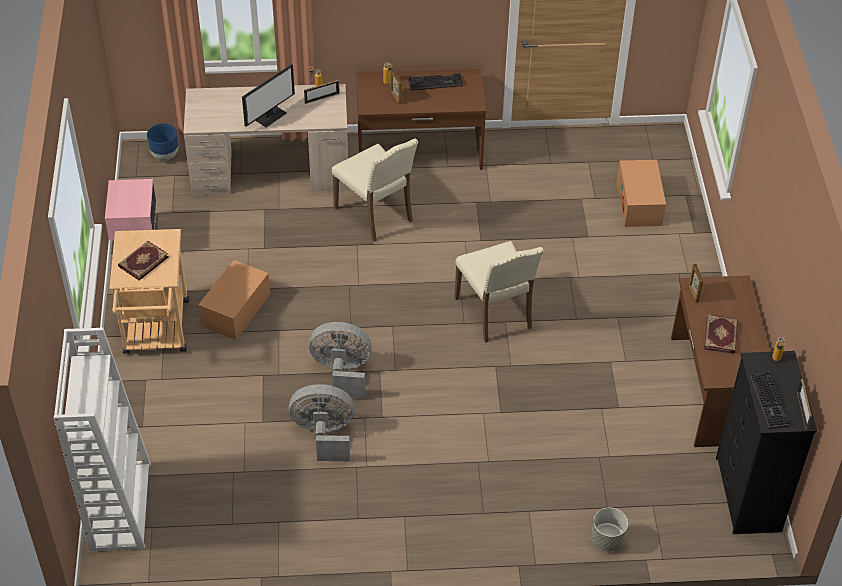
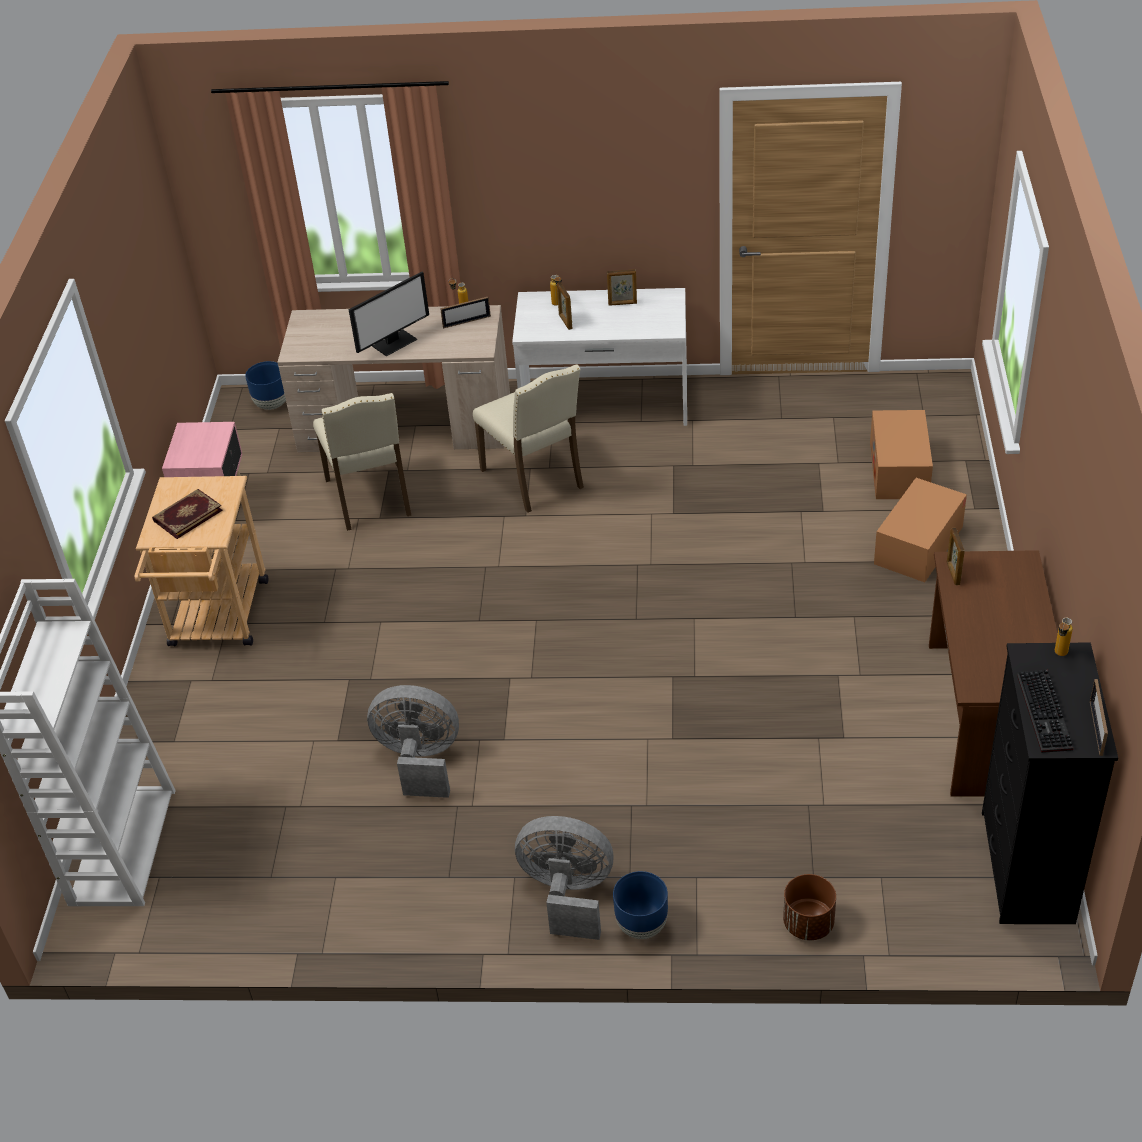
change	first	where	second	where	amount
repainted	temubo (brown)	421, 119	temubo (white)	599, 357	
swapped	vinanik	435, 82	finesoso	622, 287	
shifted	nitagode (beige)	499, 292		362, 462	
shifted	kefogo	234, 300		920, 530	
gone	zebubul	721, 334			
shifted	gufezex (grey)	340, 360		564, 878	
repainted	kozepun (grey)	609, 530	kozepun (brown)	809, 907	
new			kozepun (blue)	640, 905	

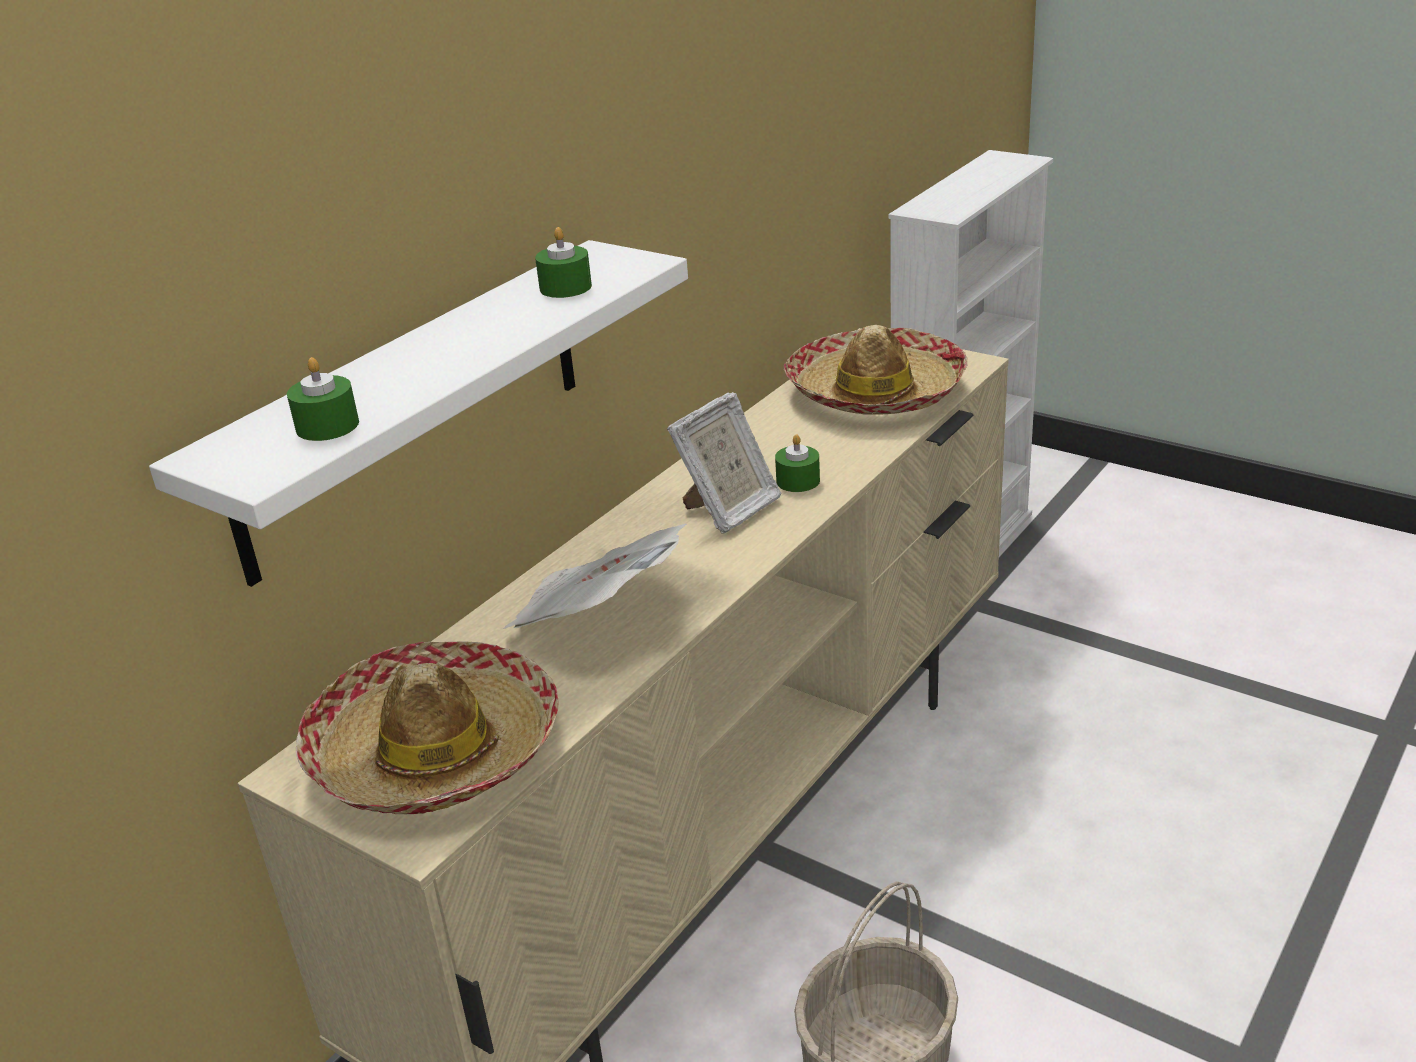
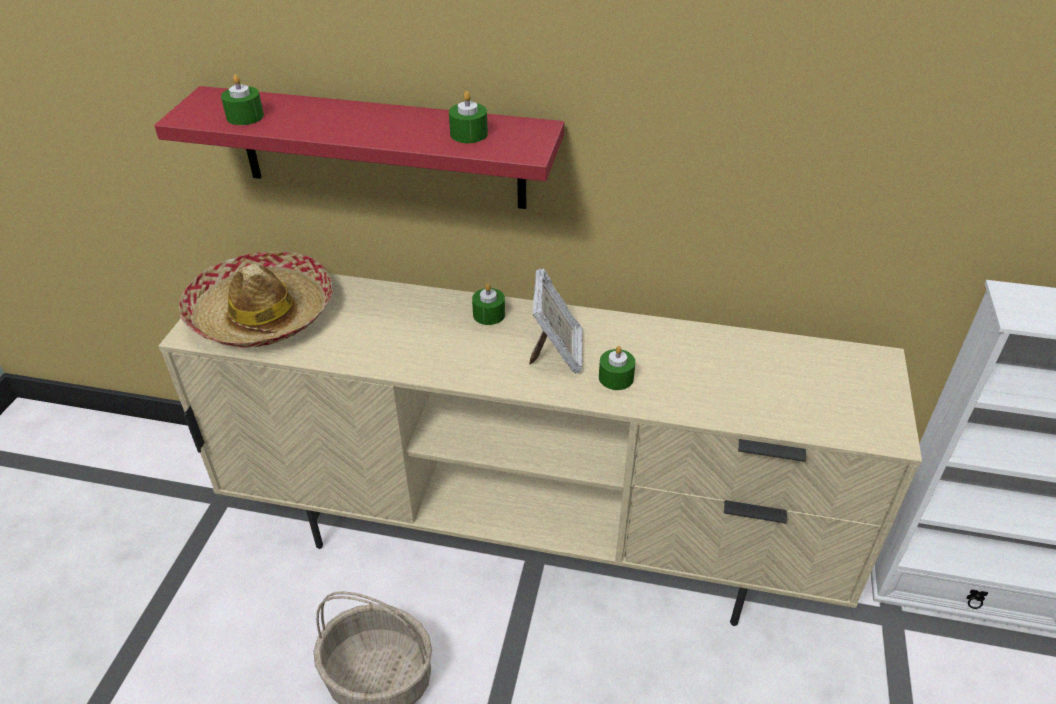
change	first	where	second	where	amount
repainted	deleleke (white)	418, 413	deleleke (red)	359, 147	
gone	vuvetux	875, 370			
rotated	finesoso	724, 462		556, 321	105 degrees counterclockwise
gone	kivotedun	595, 576			
new			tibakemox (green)	488, 304	

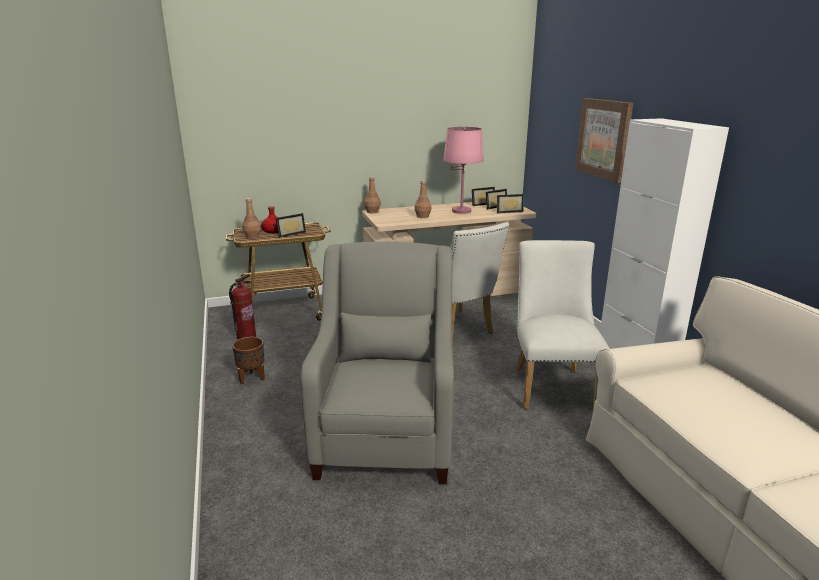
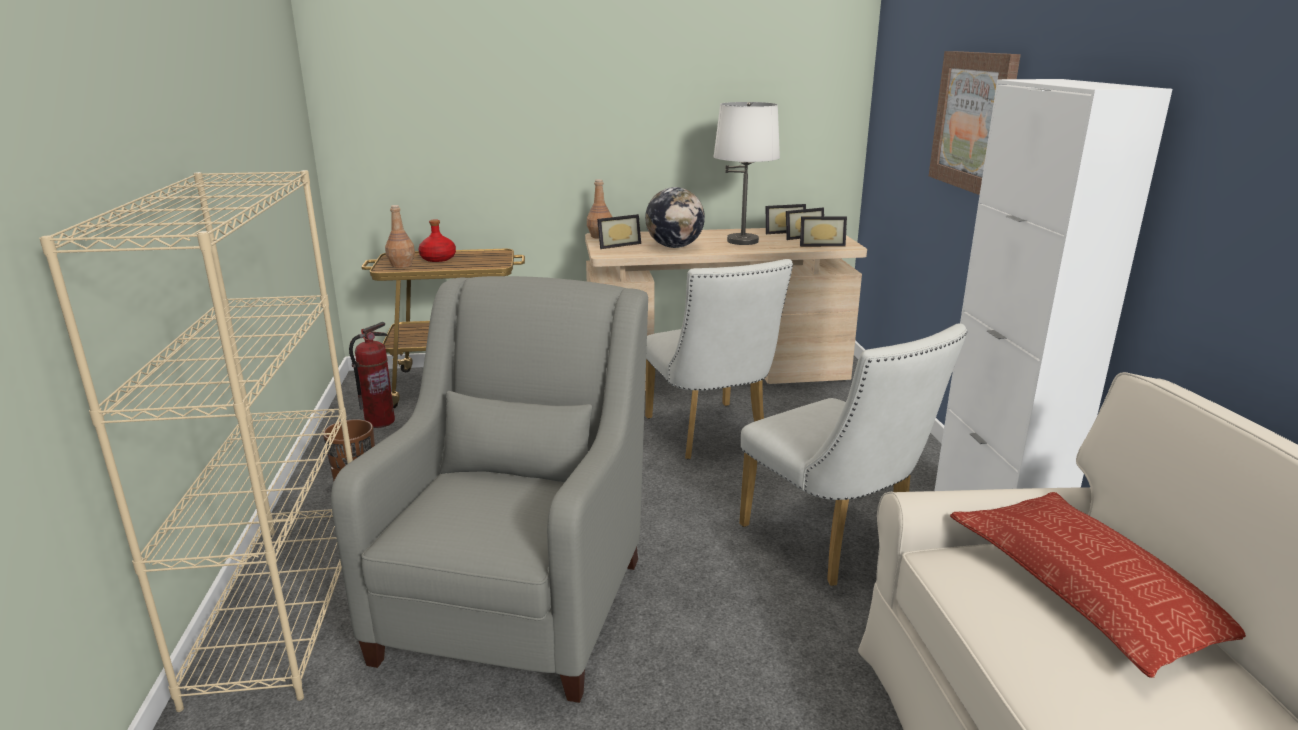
change	first	where	second	where	amount
repainted	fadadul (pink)	463, 170	fadadul (white)	746, 173	
swapped	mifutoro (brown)	423, 199	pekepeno	675, 217	
shifted	finesoso	291, 225		619, 231	
rotated	nitagode (white)	562, 324		853, 455	135 degrees clockwise
new			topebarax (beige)	196, 441	
new			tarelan	1098, 585	

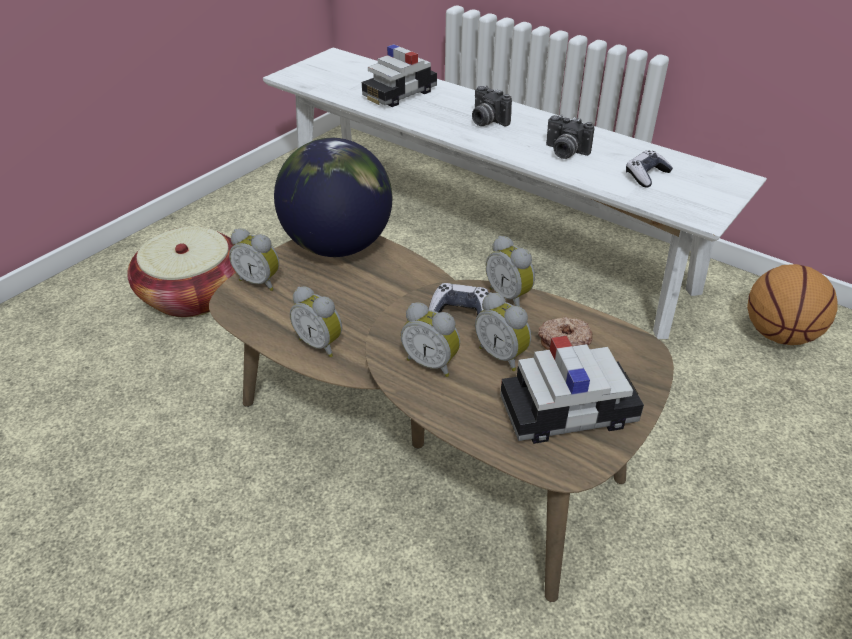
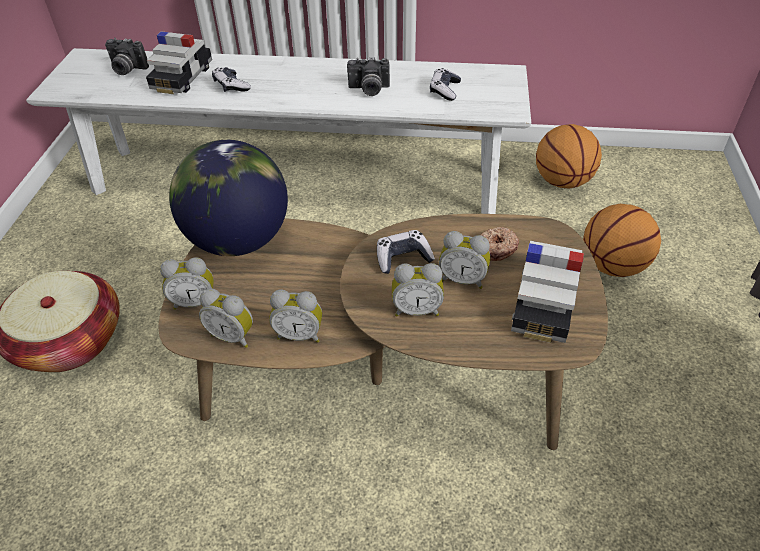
change	first	where	second	where	amount
shifted	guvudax	492, 106		127, 56	
shifted	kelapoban	510, 271		226, 318	
rotated	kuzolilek	572, 390		547, 292	150 degrees clockwise
new			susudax	231, 79	
new			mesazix	622, 240	

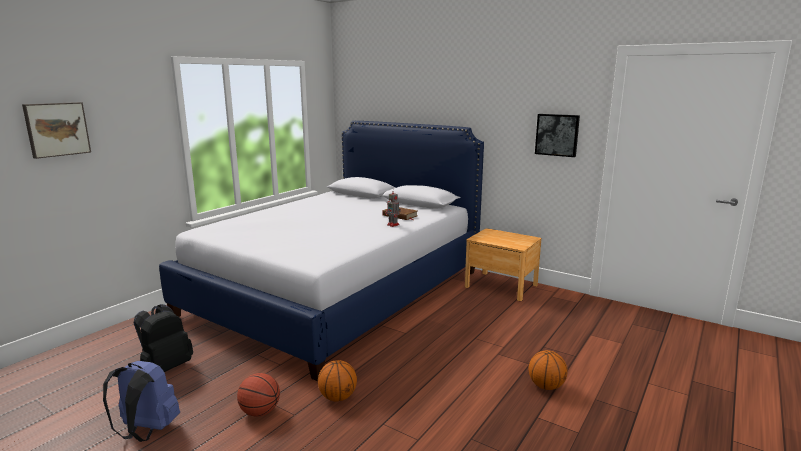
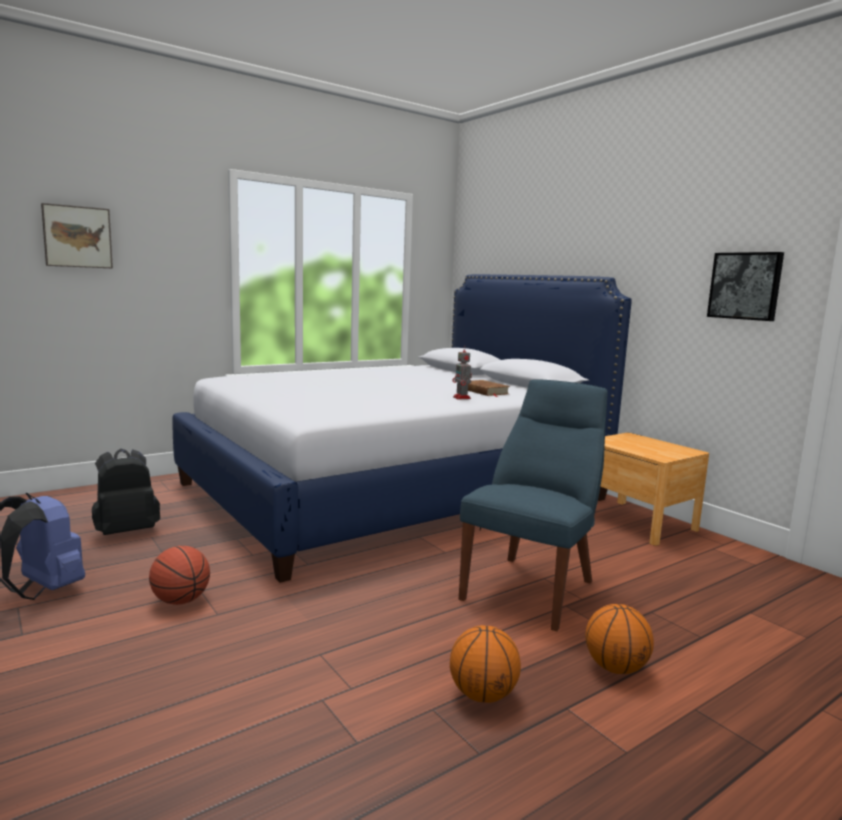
change	first	where	second	where	amount
shifted	mesazix	337, 381		485, 664	
new			nitagode (blue)	533, 505	

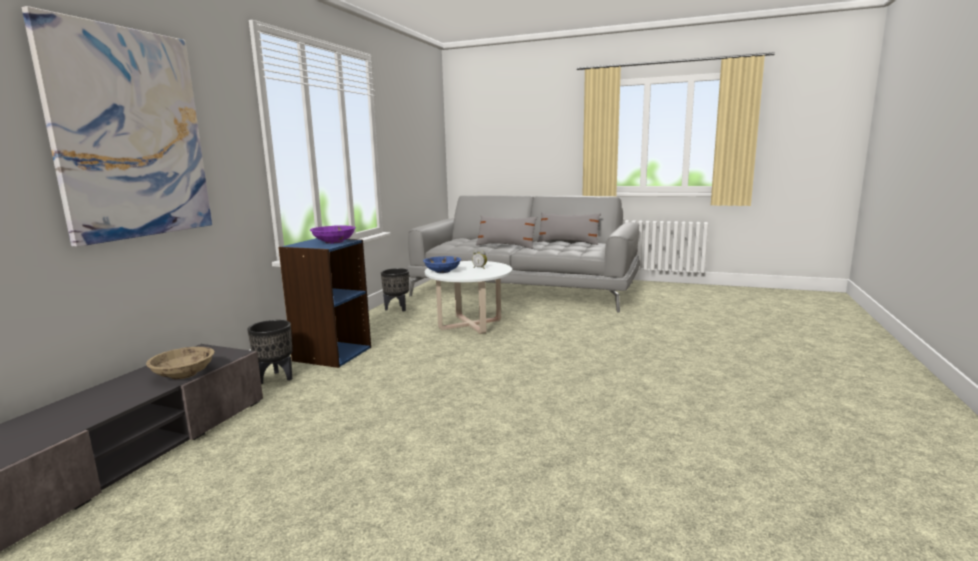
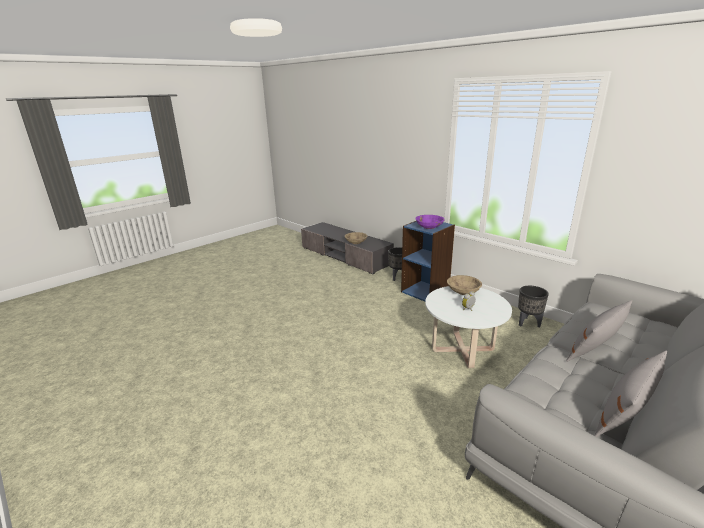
change	first	where	second	where	amount
gone	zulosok	117, 126			
repainted	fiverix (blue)	442, 264	fiverix (beige)	464, 285	

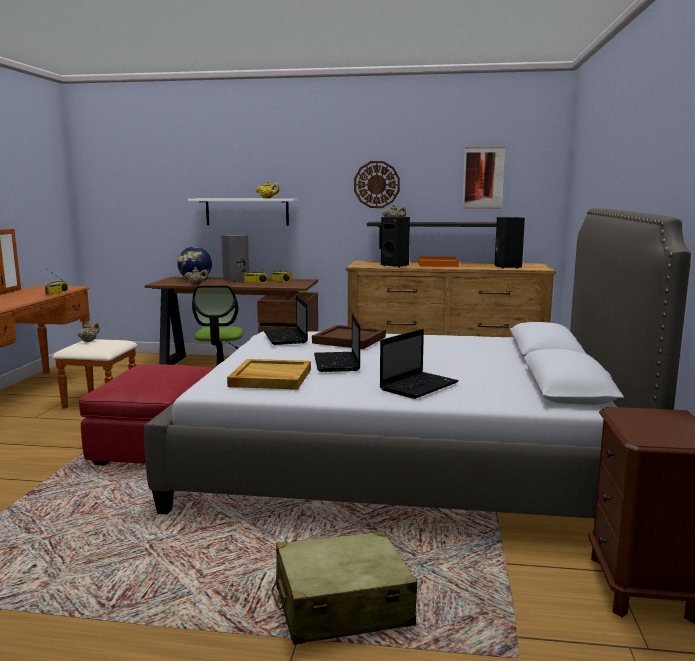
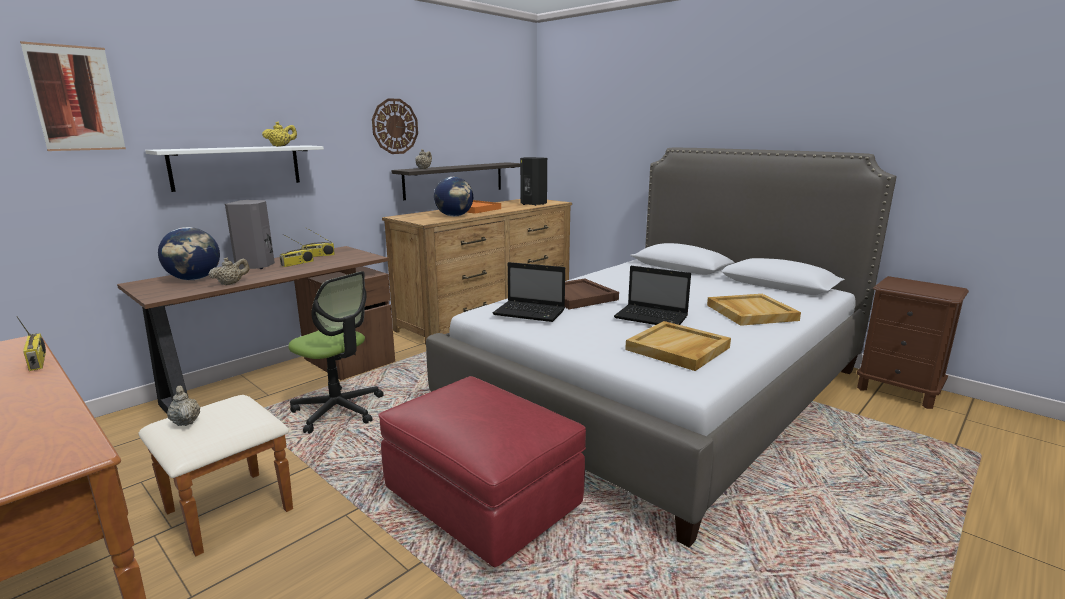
change	first	where	second	where	amount
shifted	zulosok	484, 178		73, 96	
swapped	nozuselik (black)	395, 242	pekepeno	453, 197	
swapped	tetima	419, 364	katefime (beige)	754, 310	
gone	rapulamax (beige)	344, 588			

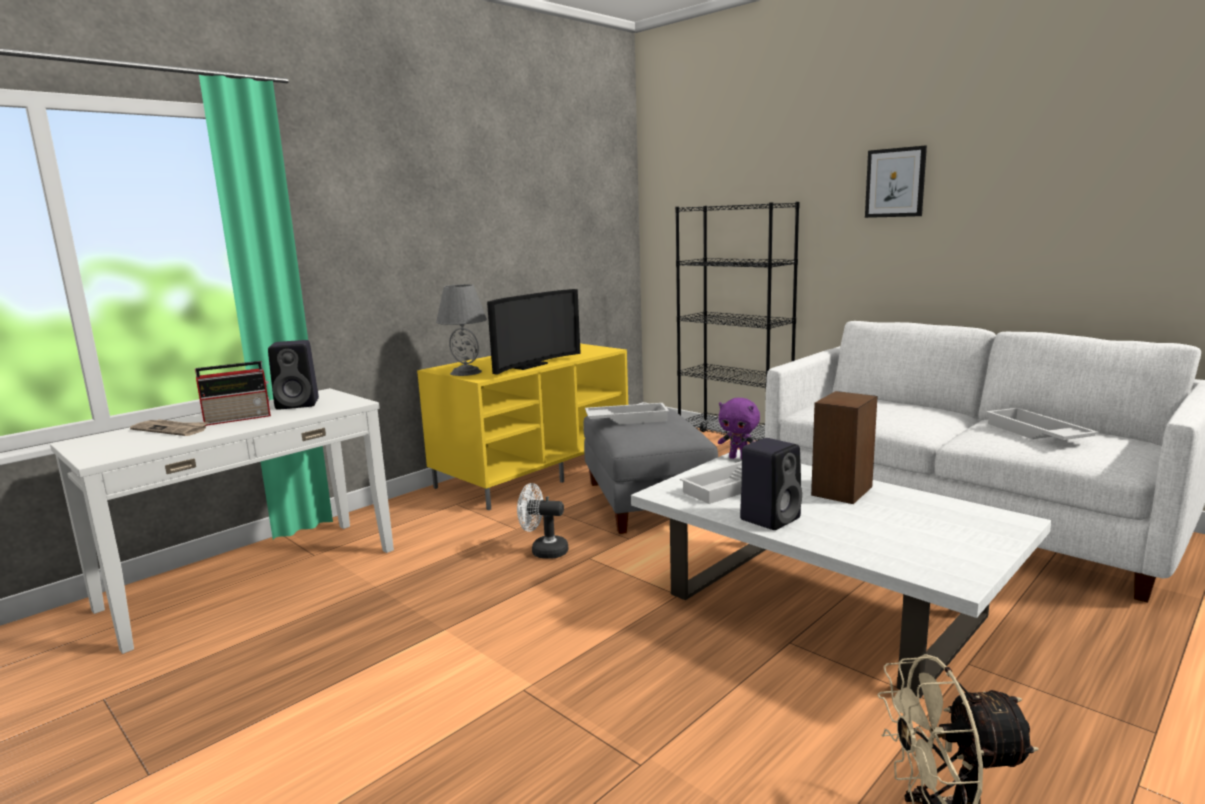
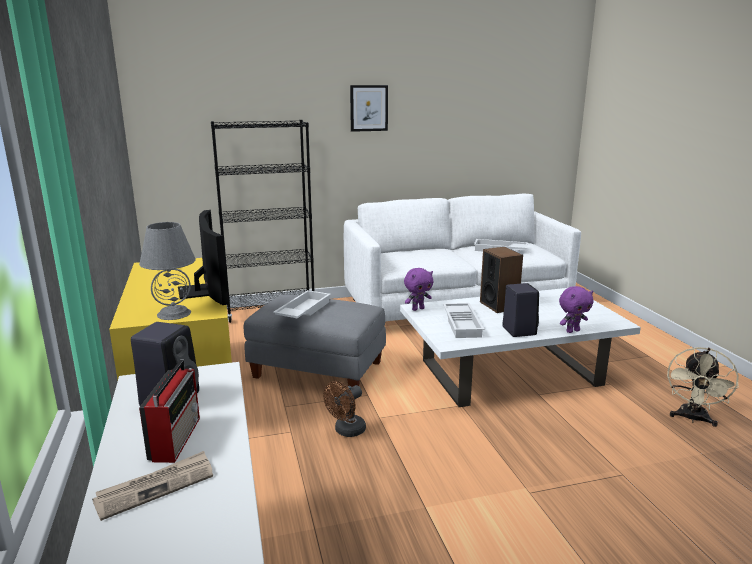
change	first	where	second	where	amount
repainted	gufezex (white)	543, 521	gufezex (brown)	344, 409	
new			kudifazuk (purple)	576, 309	

